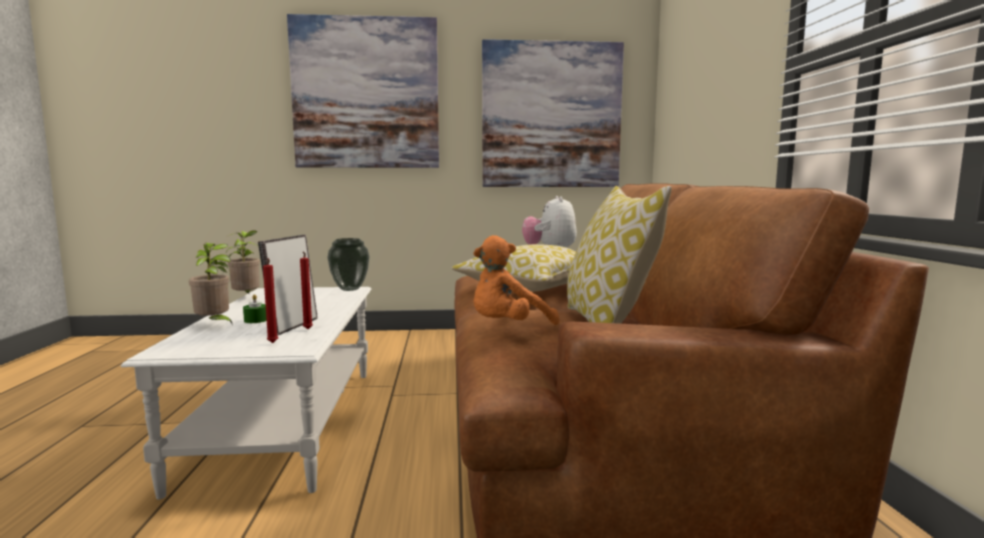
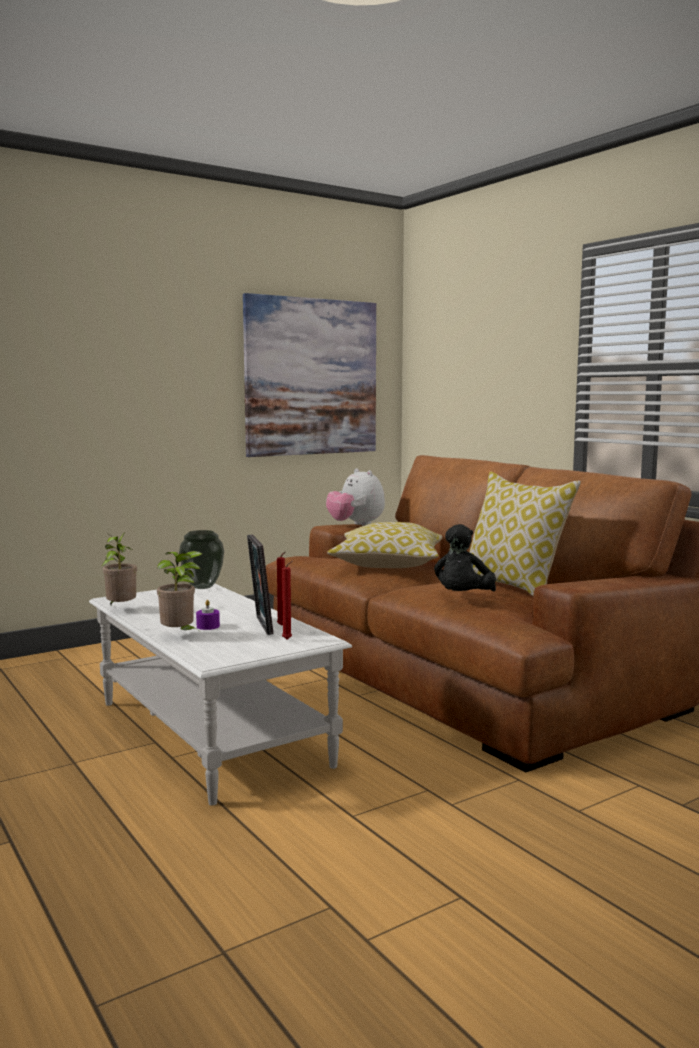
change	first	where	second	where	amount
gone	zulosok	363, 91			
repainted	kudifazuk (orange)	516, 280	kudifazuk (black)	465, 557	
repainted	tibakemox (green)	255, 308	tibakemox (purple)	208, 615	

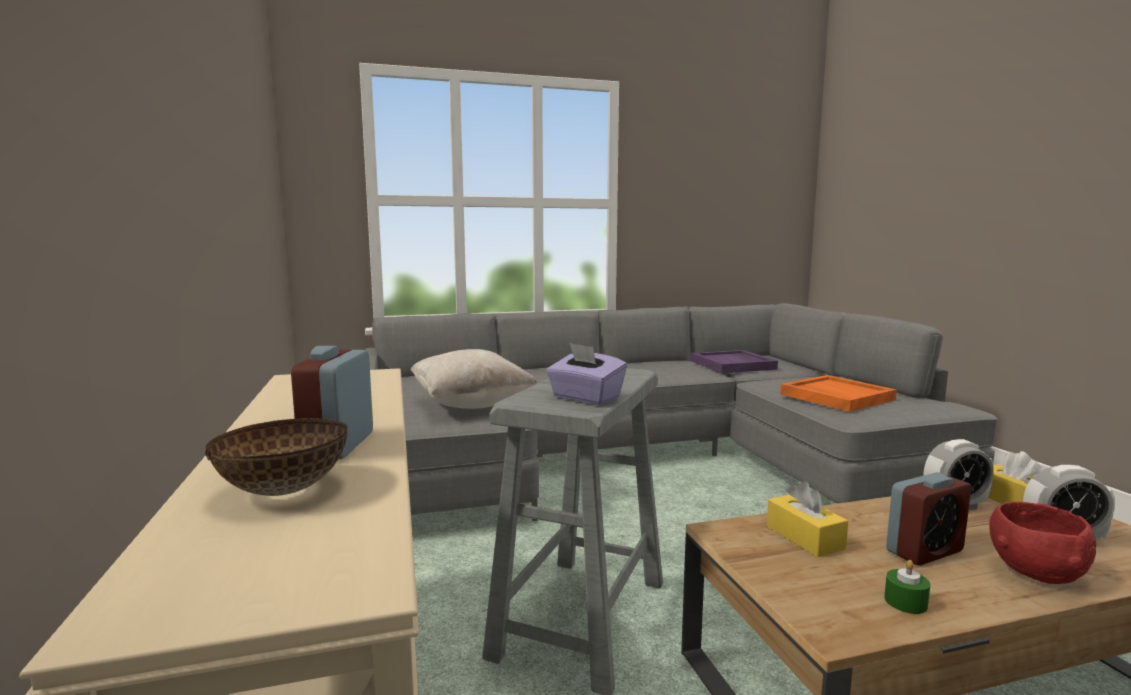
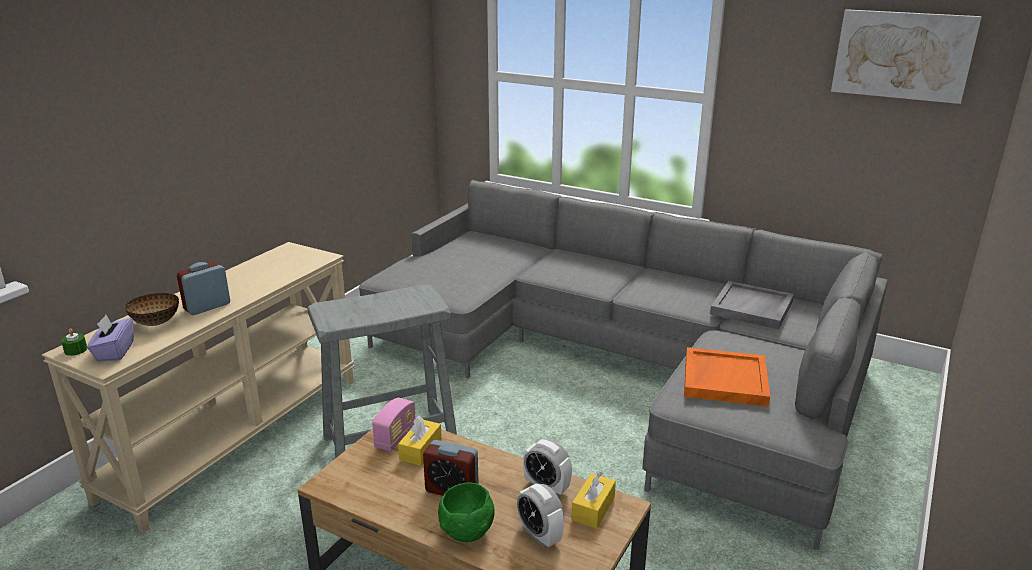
change	first	where	second	where	amount
shifted	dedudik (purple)	586, 374		110, 338	
gone	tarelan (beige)	474, 379			
repainted	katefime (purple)	734, 361	katefime (grey)	752, 305	
repainted	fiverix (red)	1042, 542	fiverix (green)	466, 512	
shifted	tibakemox (green)	907, 587		74, 342	
new			zulosok	906, 56	
new			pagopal	394, 425	

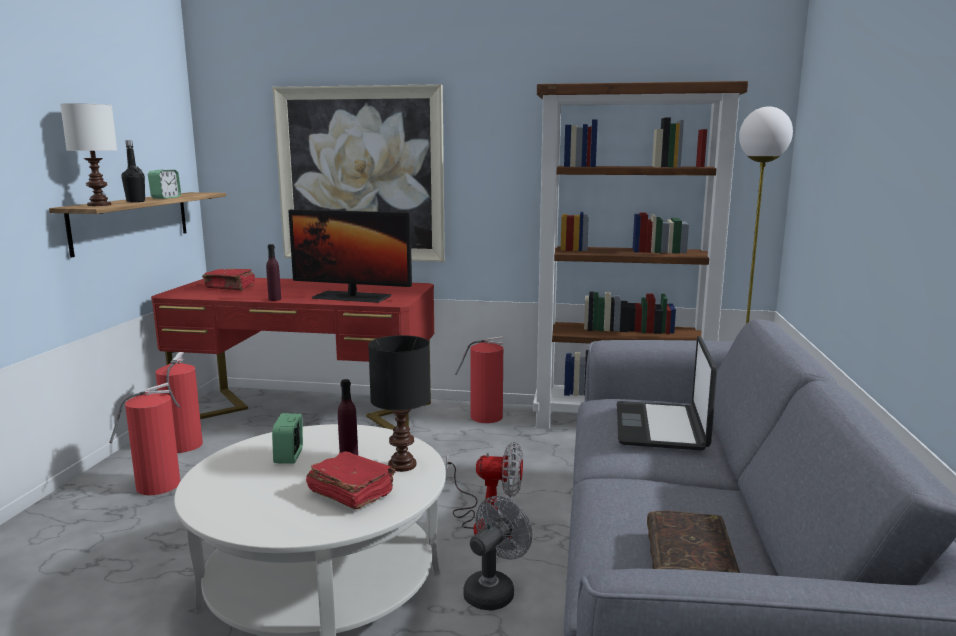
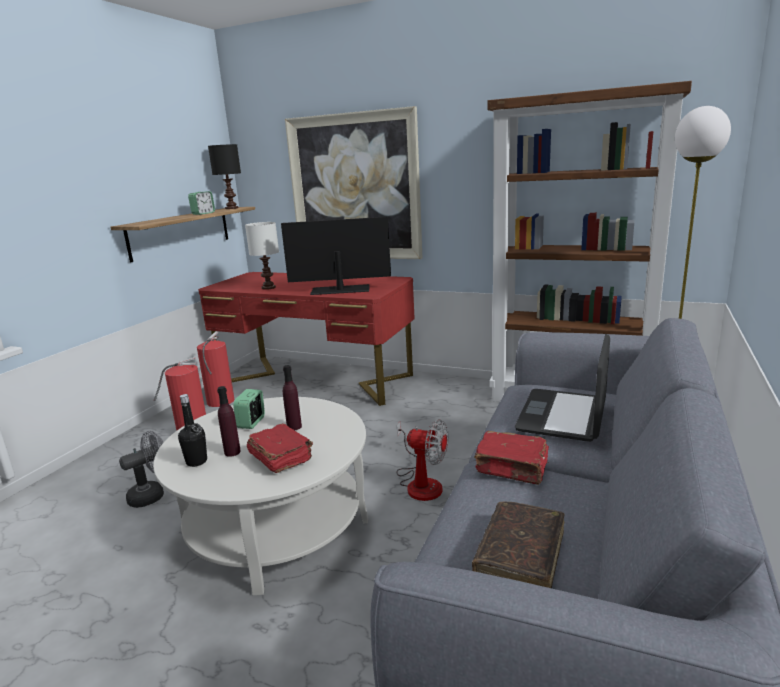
change	first	where	second	where	amount
shifted	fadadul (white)	89, 154		262, 256	
shifted	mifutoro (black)	133, 171		192, 430	
rotated	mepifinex	350, 256		336, 256	150 degrees clockwise
shifted	mifutoro (purple)	273, 272		229, 421	
shifted	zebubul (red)	228, 279		511, 458	
shifted	fadadul (black)	399, 403		224, 176	
gone	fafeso	479, 379			
shifted	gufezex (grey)	497, 553		141, 469	

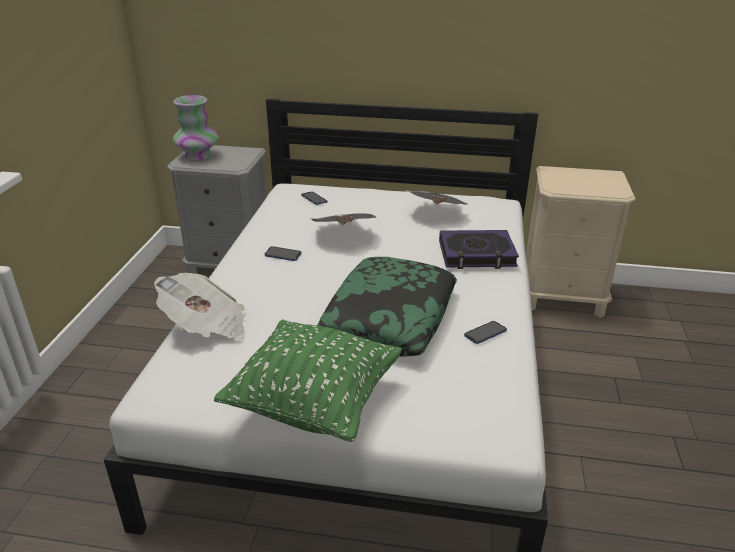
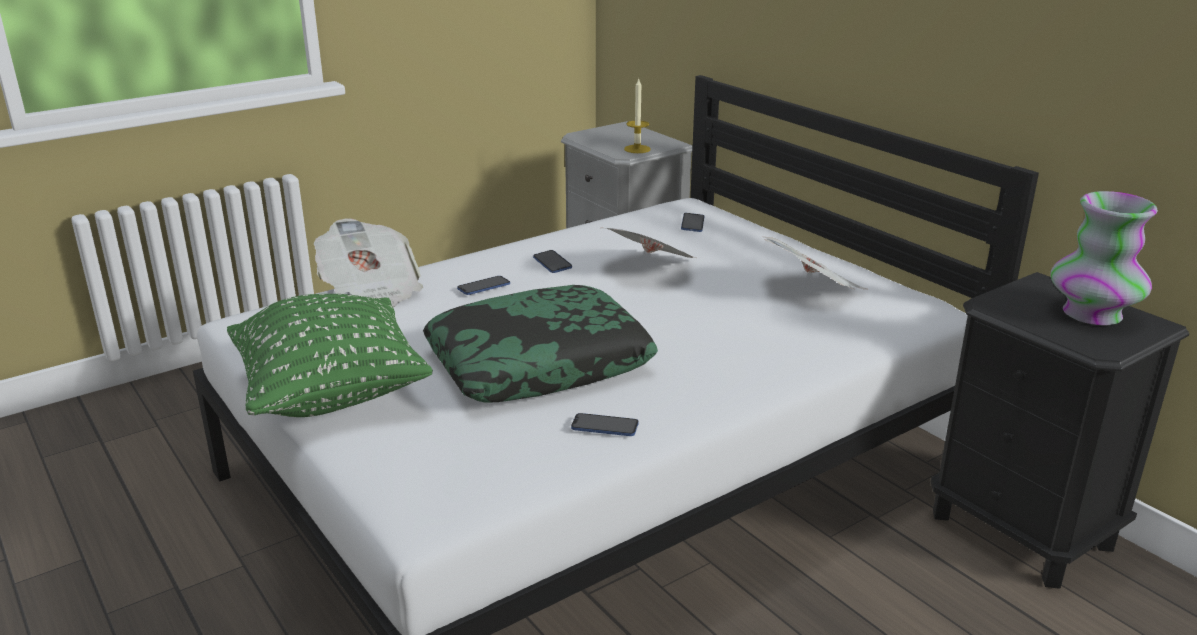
change	first	where	second	where	amount
shifted	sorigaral	195, 127		1104, 258	
repainted	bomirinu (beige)	581, 242	bomirinu (black)	1060, 430	
gone	zebubul	479, 249			
new			tibakemox	637, 115	
new			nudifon	483, 285	

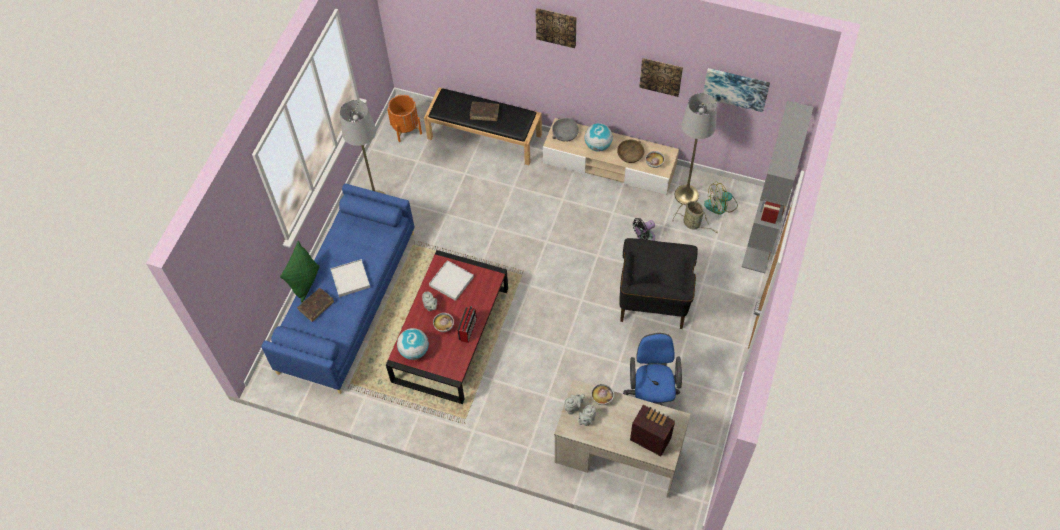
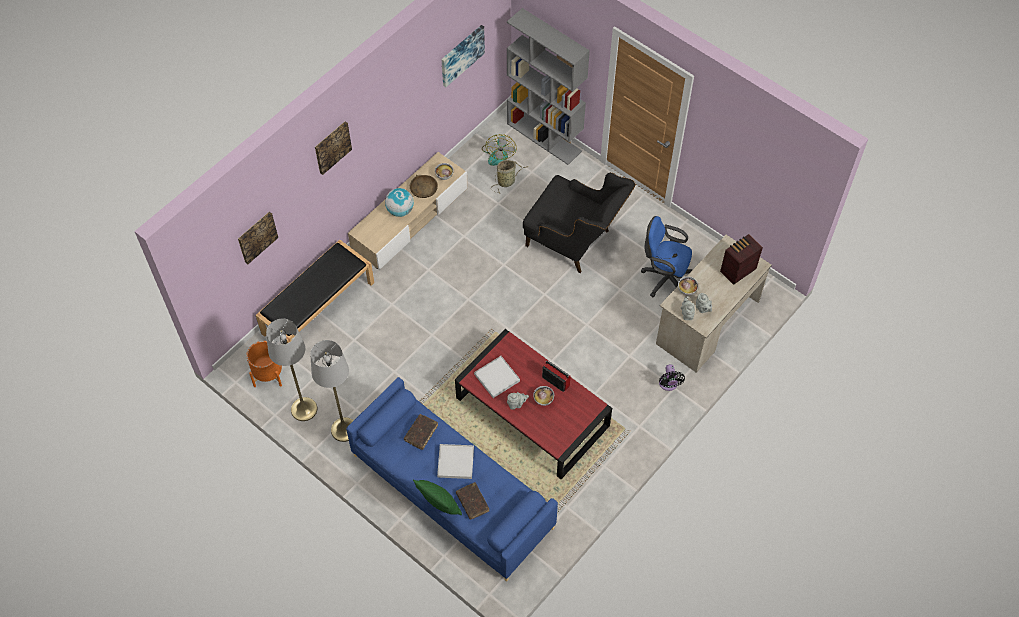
change	first	where	second	where	amount
shifted	zulosok	661, 77		258, 238	
shifted	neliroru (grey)	696, 148		291, 370	
shifted	zebubul (brown)	484, 111		421, 432	
gone	fiverix (grey)	565, 130			
shifted	gufezex (black)	644, 229		672, 377	
gone	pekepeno	413, 344			

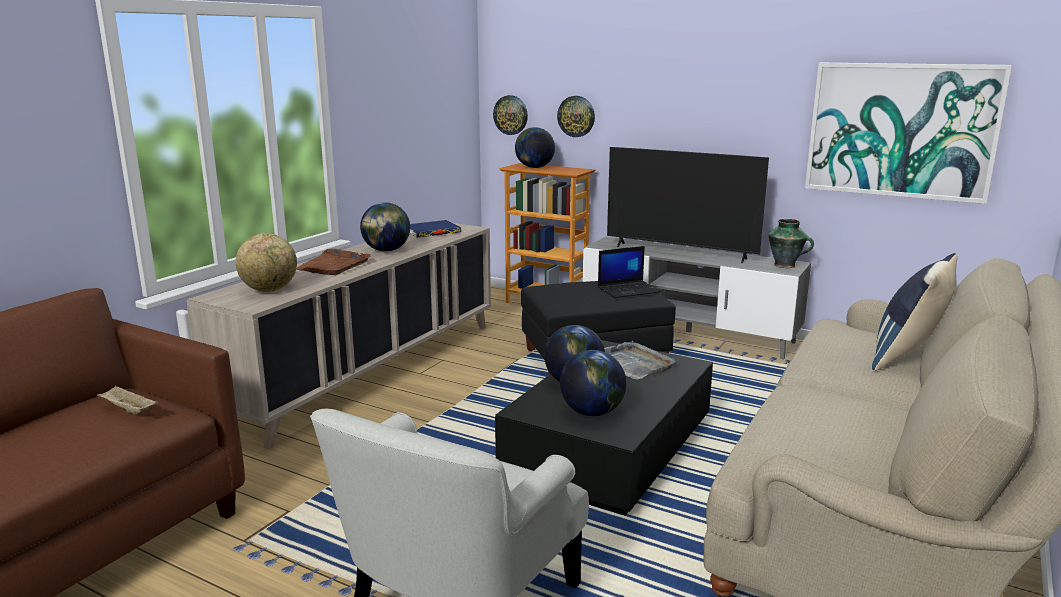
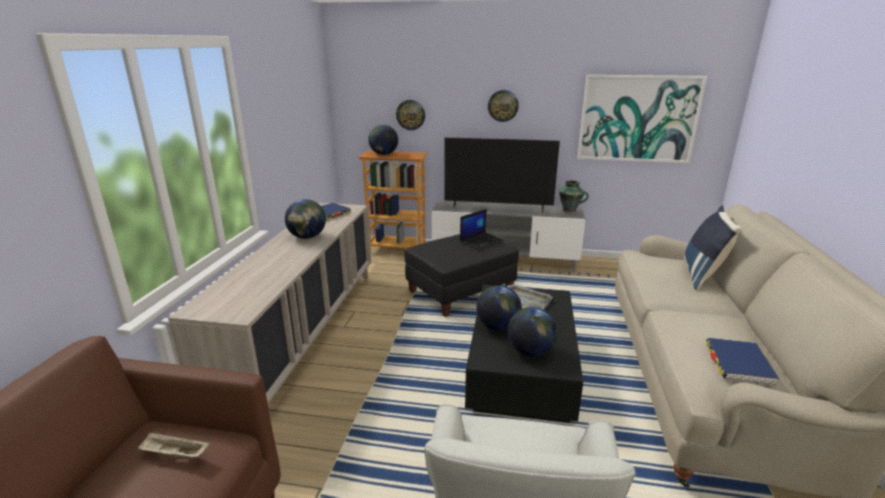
change	first	where	second	where	amount
shifted	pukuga	510, 115		503, 106	
gone	pekepeno	266, 262			
gone	katefime (brown)	333, 262			
new			zebubul (blue)	742, 362	

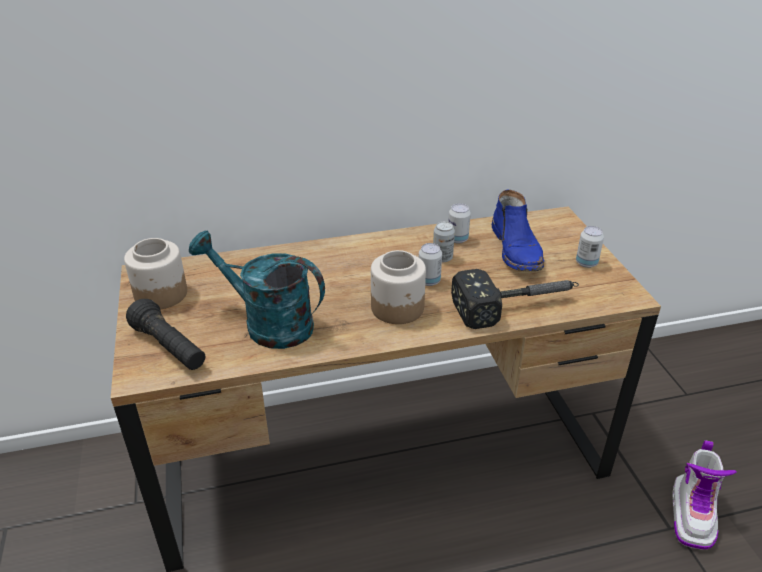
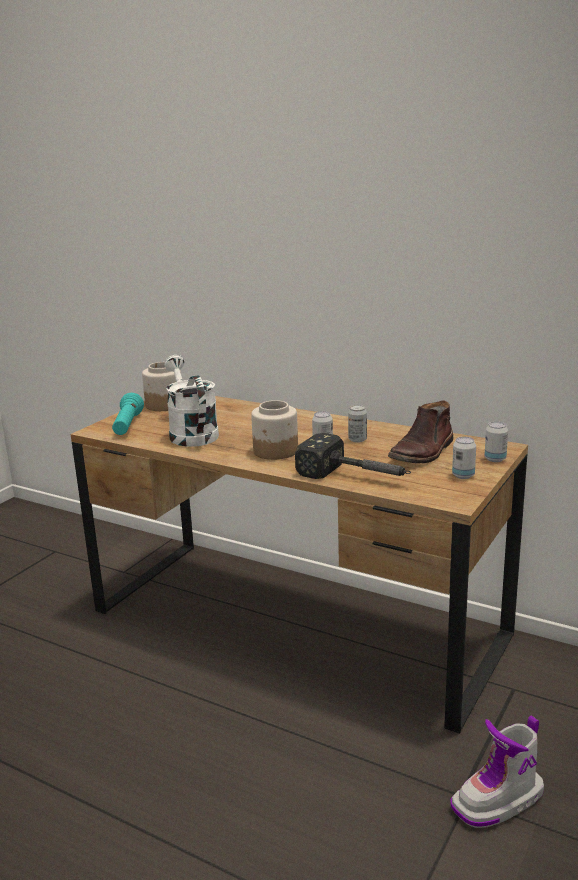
change	first	where	second	where	amount
repainted	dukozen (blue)	518, 230	dukozen (brown)	421, 432	
shifted	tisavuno	459, 224		496, 442	
repainted	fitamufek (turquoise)	257, 290	fitamufek (white)	191, 401	
repainted	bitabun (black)	165, 334	bitabun (turquoise)	128, 414	

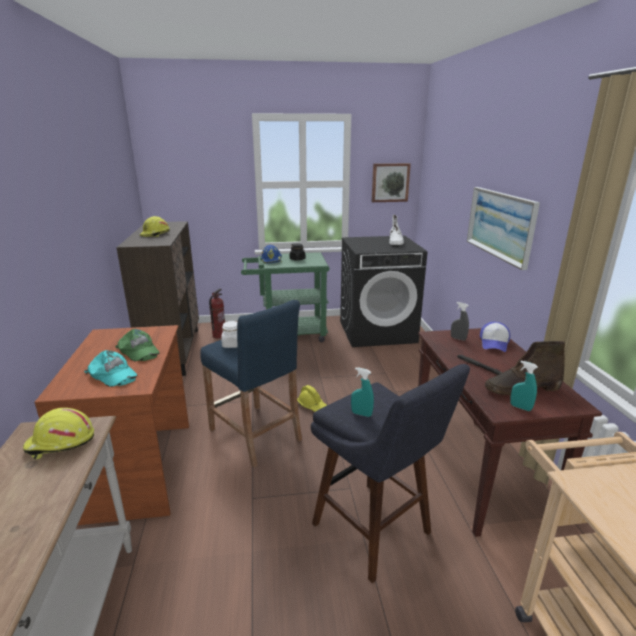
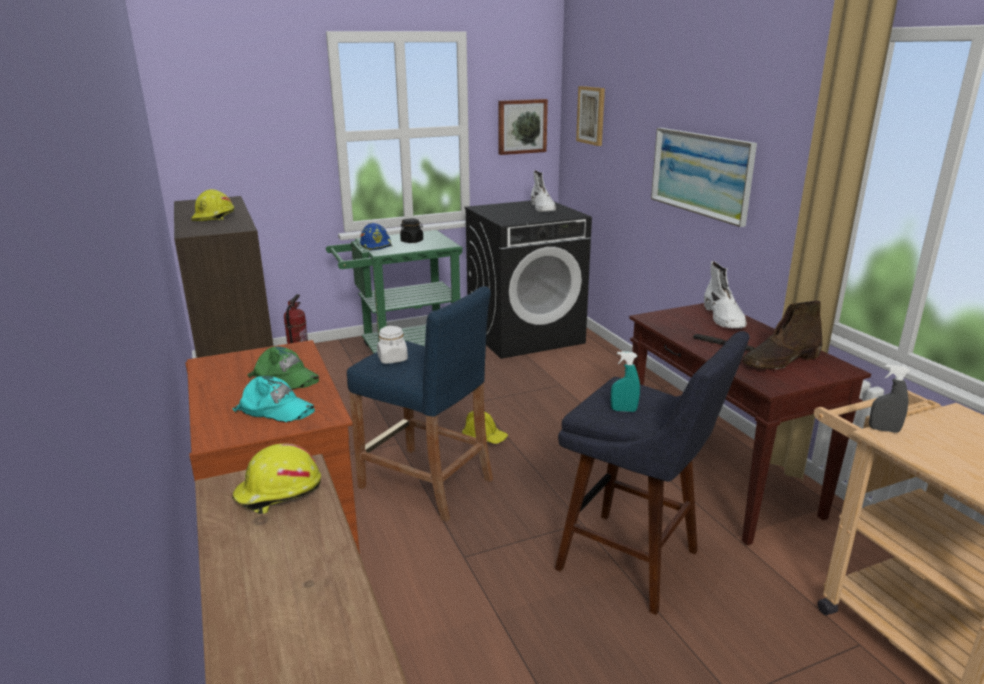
change	first	where	second	where	amount
shifted	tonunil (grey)	460, 321		889, 398	
swapped	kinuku	495, 337	dukozen (white)	725, 295	
gone	tonunil (turquoise)	524, 386			
new			zulosok	590, 116	

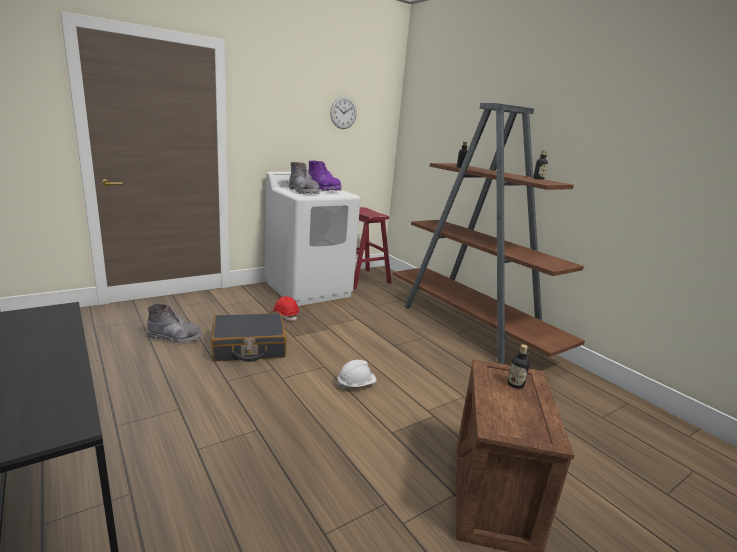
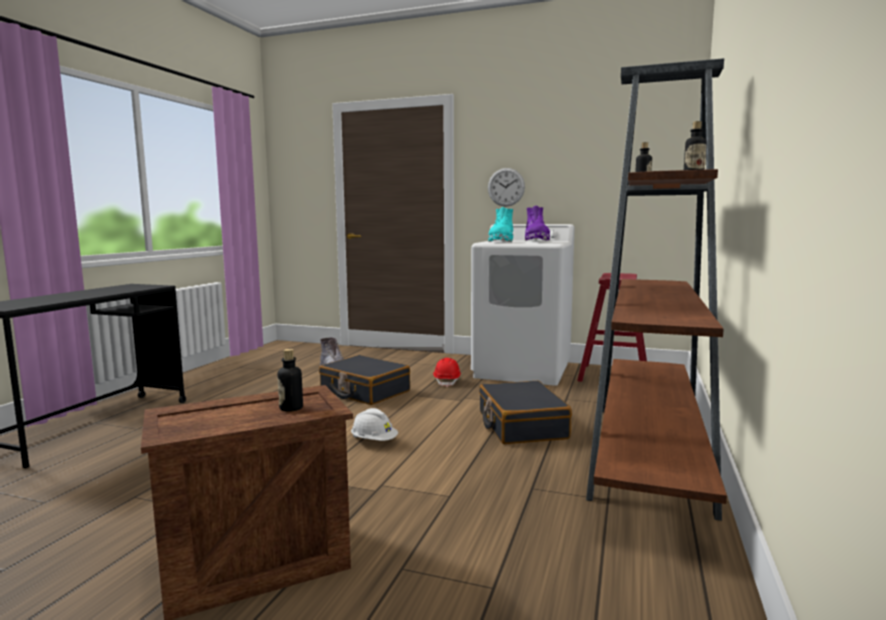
change	first	where	second	where	amount
shifted	pukuga	343, 113		506, 187	
repainted	dukozen (grey)	304, 178	dukozen (turquoise)	500, 224	
new			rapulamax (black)	525, 412	

